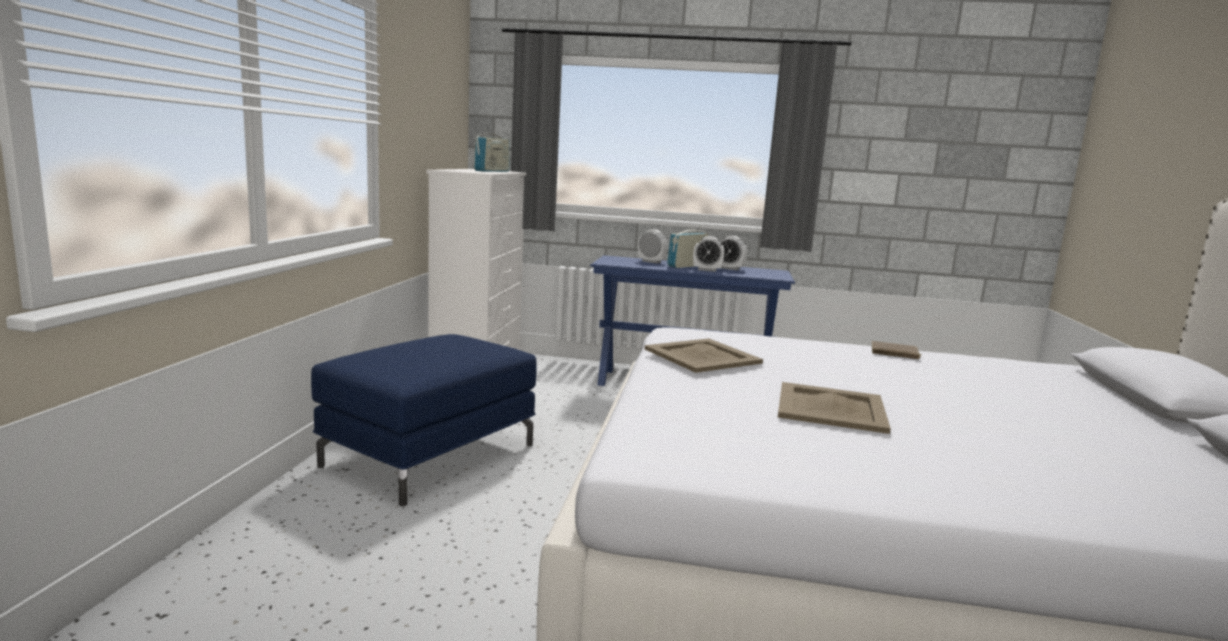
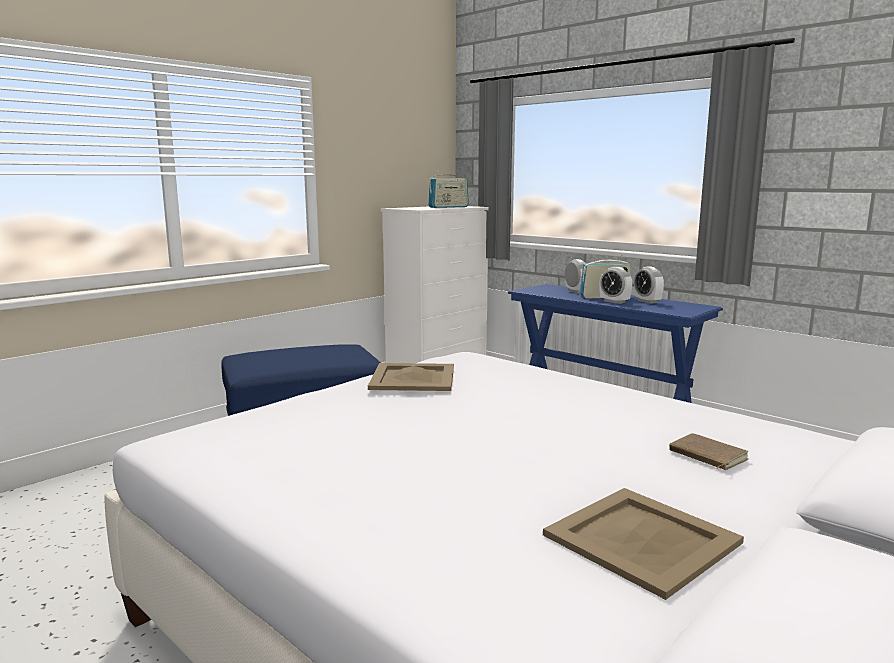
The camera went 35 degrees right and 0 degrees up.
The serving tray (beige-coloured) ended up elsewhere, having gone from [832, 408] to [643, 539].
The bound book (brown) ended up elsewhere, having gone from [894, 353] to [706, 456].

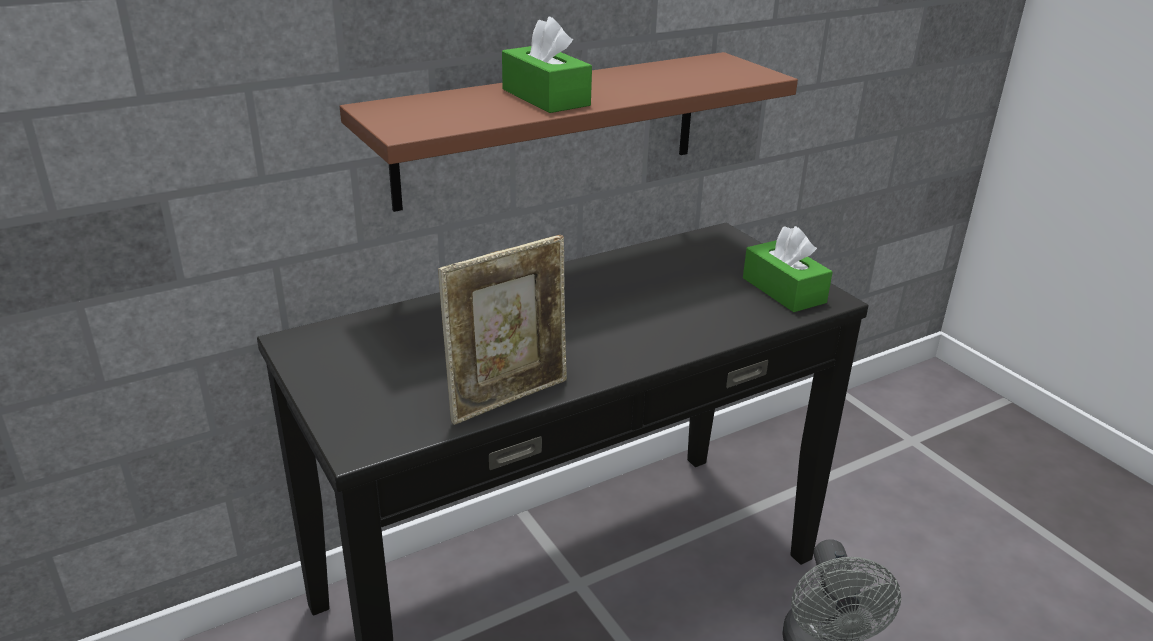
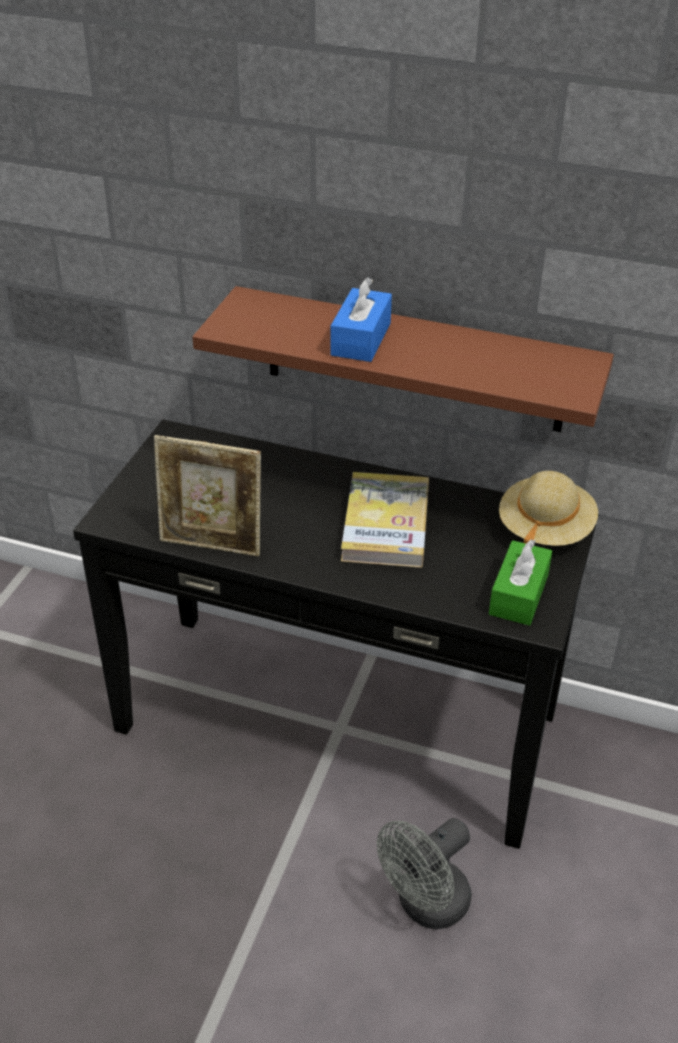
The camera went 50 degrees right and 10 degrees up.
What was the box of tissues (green-coloured) at [545, 97] turned into the box of tissues (bluish) at [361, 339].
The second view gained the bound book at [386, 524].
The second view gained the clothing hat (beige-coloured) at [544, 529].

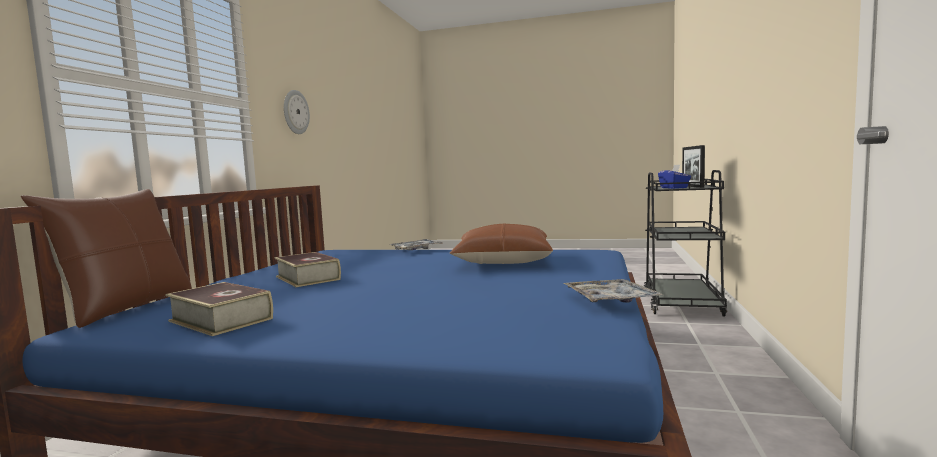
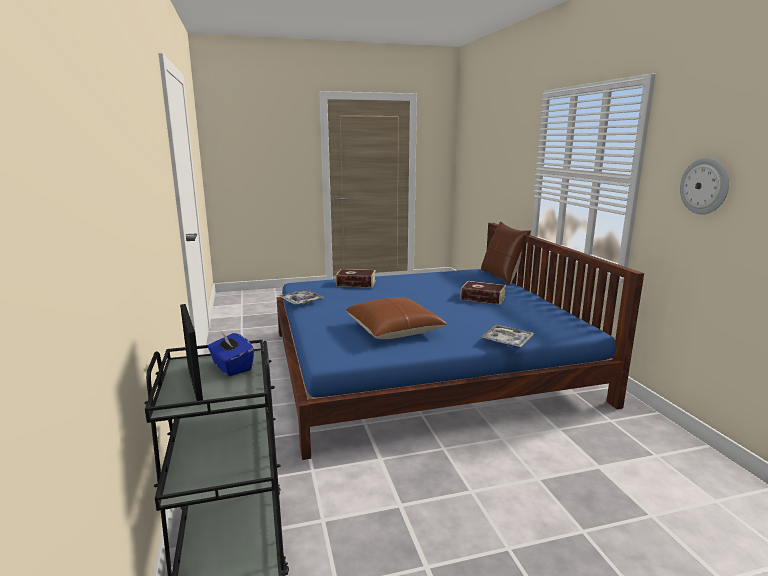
The camera went 150 degrees right and 10 degrees up.
The bound book ended up elsewhere, having gone from [221, 320] to [356, 283].

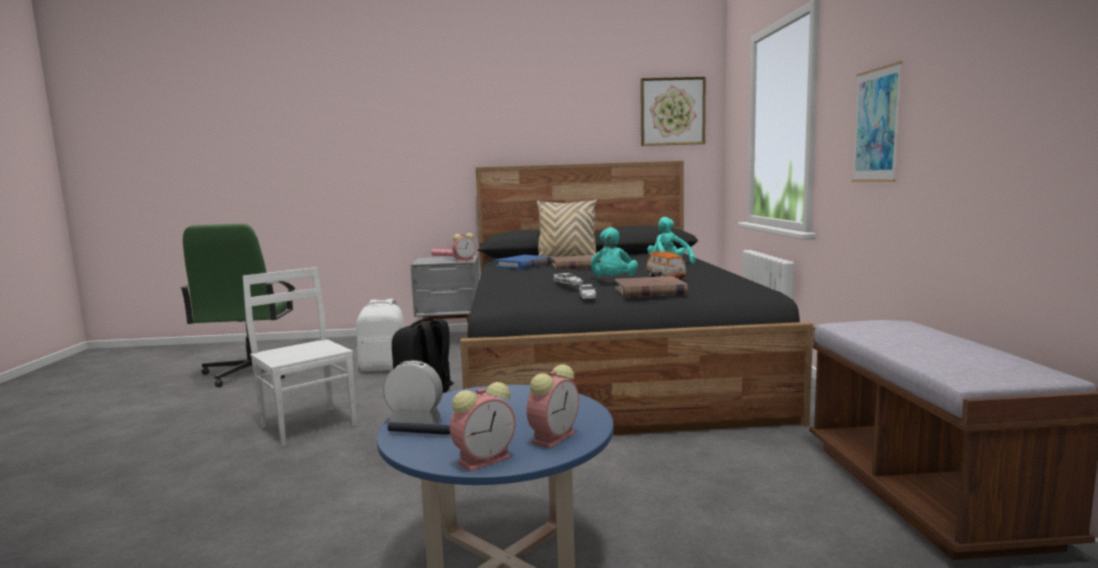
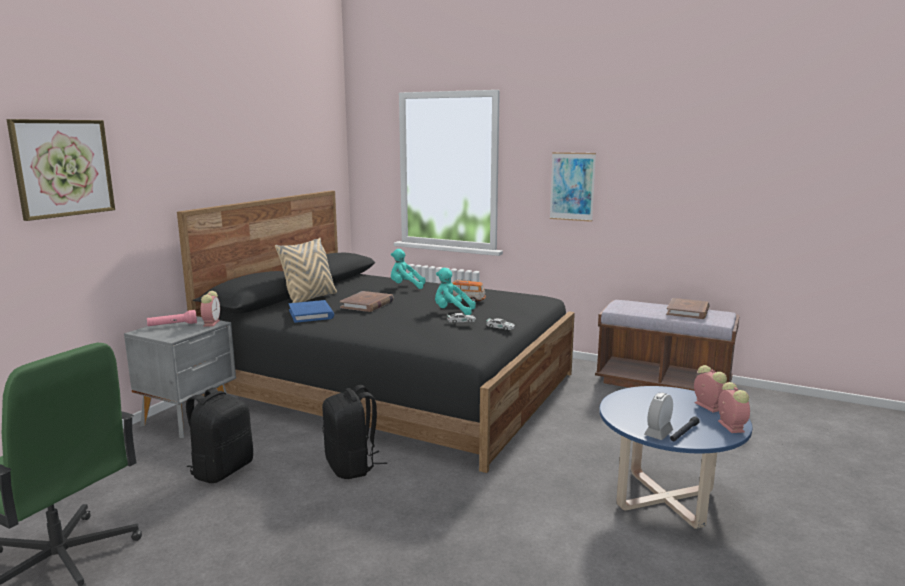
The camera went 60 degrees left and 5 degrees up.
The second view lost the chair (white) at [309, 425].
What was the backpack (white) at [385, 368] turned into the backpack (black) at [222, 470].
The cuddly toy (blue-green) at [613, 281] ended up facing another way, 150 degrees clockwise from before.
The bound book (brown) ended up elsewhere, having gone from [650, 291] to [688, 311].
The wall picture ended up elsewhere, having gone from [672, 111] to [63, 168].

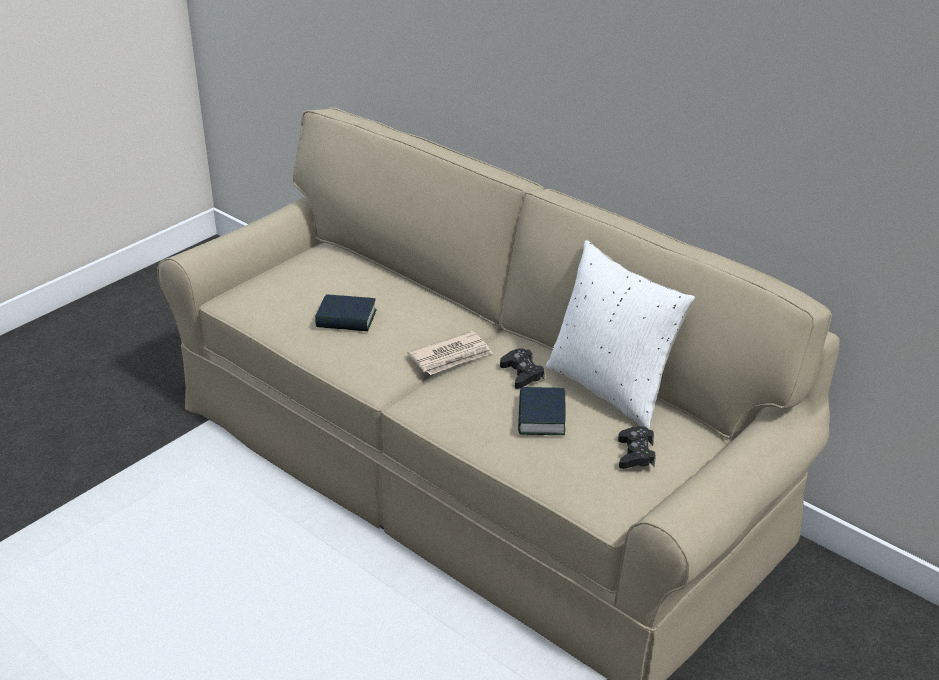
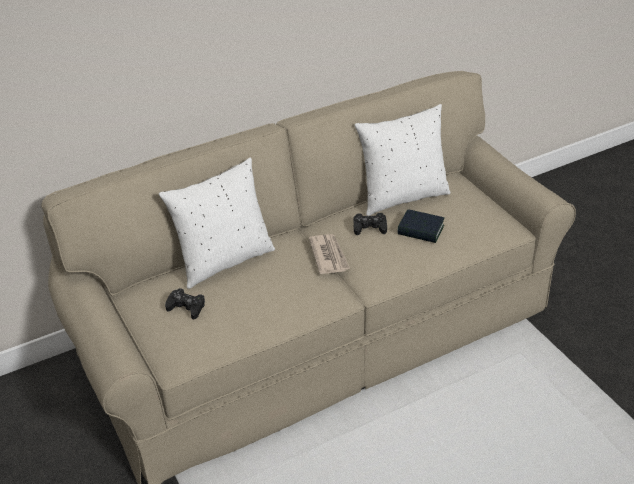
The camera went 70 degrees left and 5 degrees up.
The second view lost the bound book at [346, 319].
The joypad (black) ended up elsewhere, having gone from [636, 454] to [186, 307].
The second view gained the cushion (white) at [223, 260].

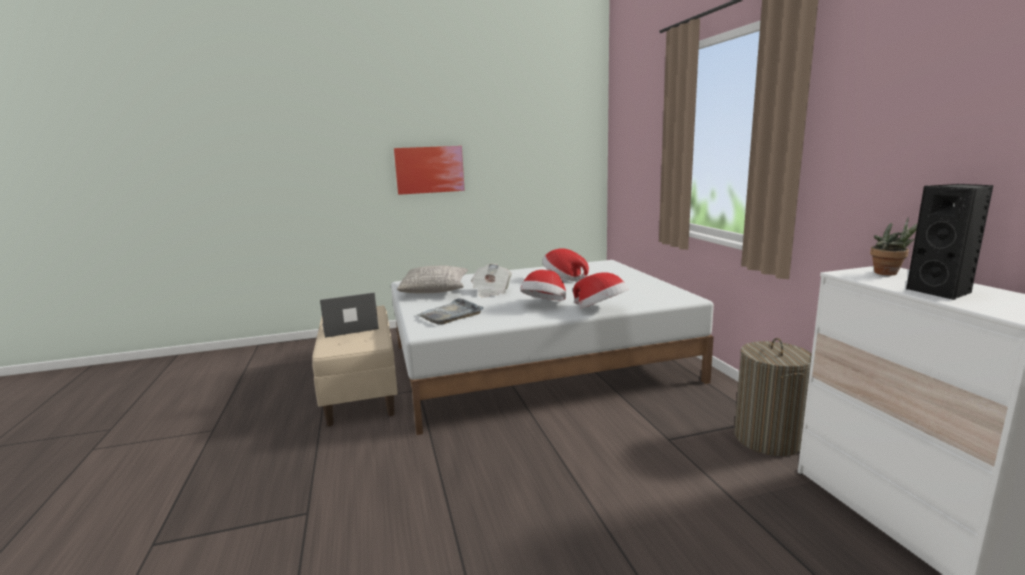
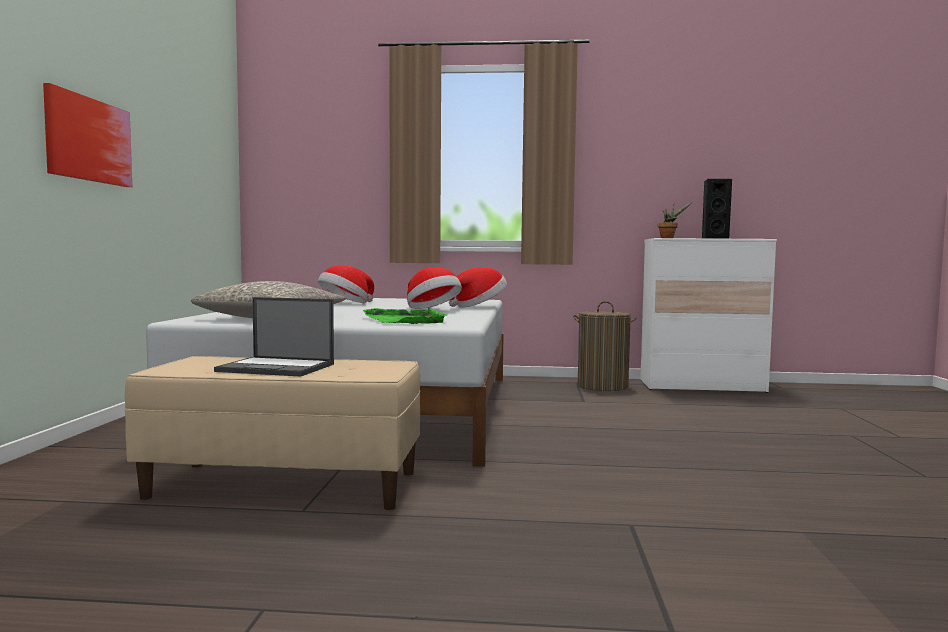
The camera went 70 degrees left and 10 degrees down.
The notebook computer at [349, 327] ended up facing another way, 75 degrees counterclockwise from before.
What was the serving tray (greyish) at [450, 314] turned into the serving tray (green-coloured) at [406, 320].
The second view lost the newspaper at [491, 292].

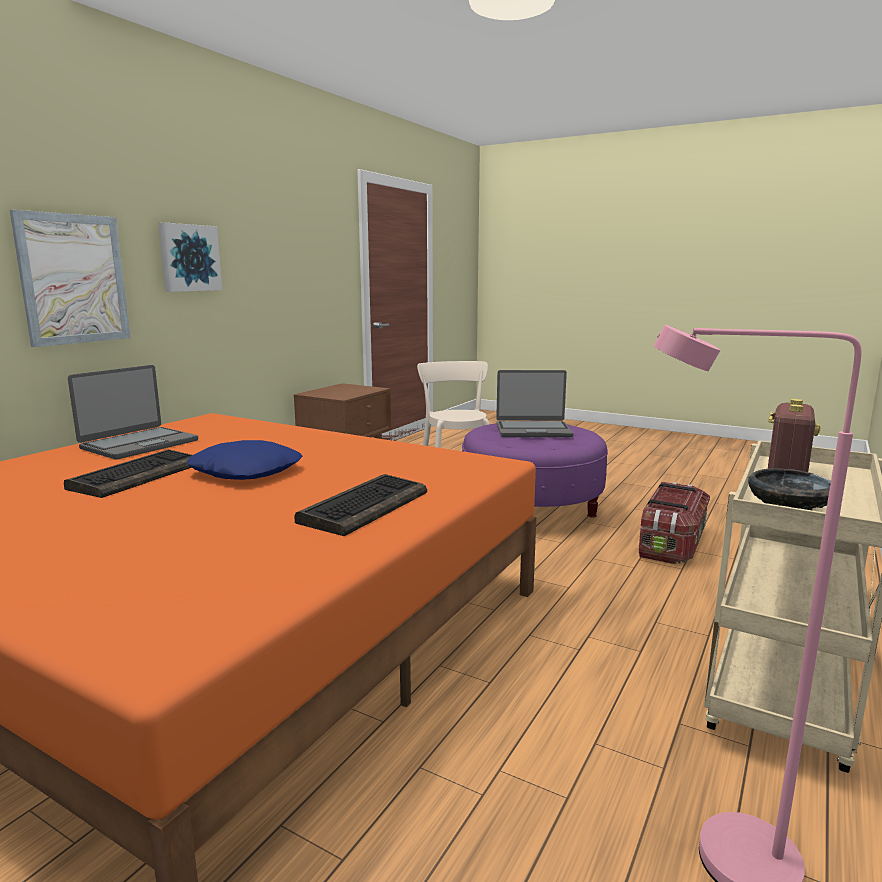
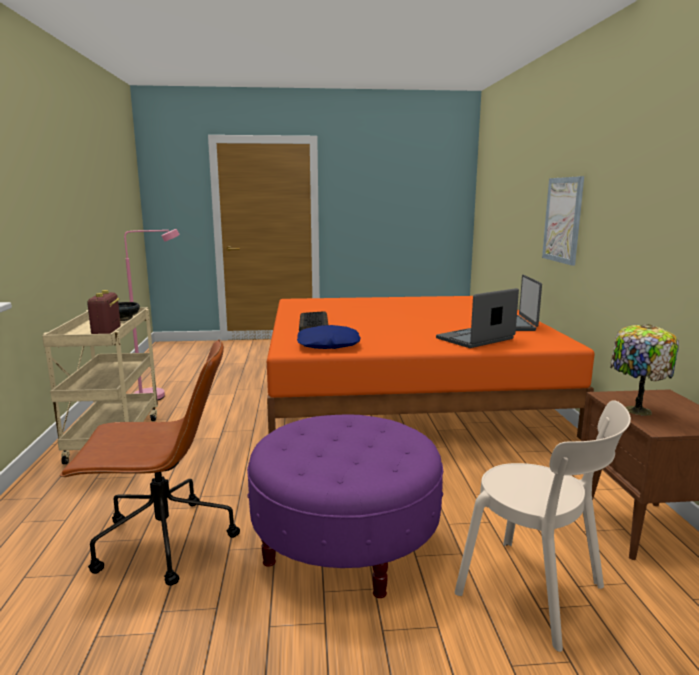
The camera went 145 degrees right and 0 degrees up.
The second view lost the computer keyboard at [137, 475].
The second view lost the wall picture at [189, 258].
The cushion (bluish) ended up elsewhere, having gone from [247, 471] to [328, 345].
The notebook computer ended up elsewhere, having gone from [533, 430] to [475, 339].
Where the storage bin stood at [672, 544], the desk chair (brown) came to stand at [162, 542].
The second view gained the table lamp at [635, 410].

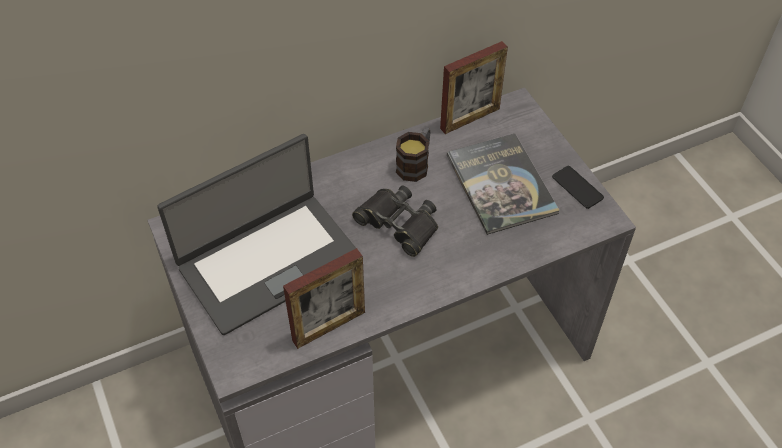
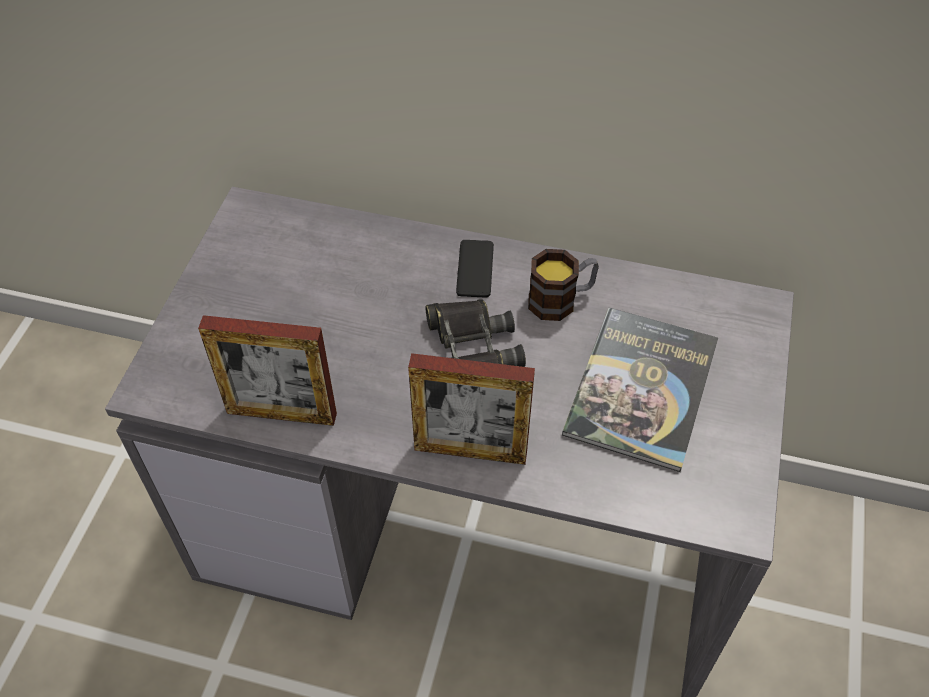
The camera went 40 degrees right and 0 degrees up.
The second view lost the notebook computer at [268, 261].
The standing frame ended up elsewhere, having gone from [470, 118] to [470, 451].
The telephone ended up elsewhere, having gone from [577, 187] to [475, 269].

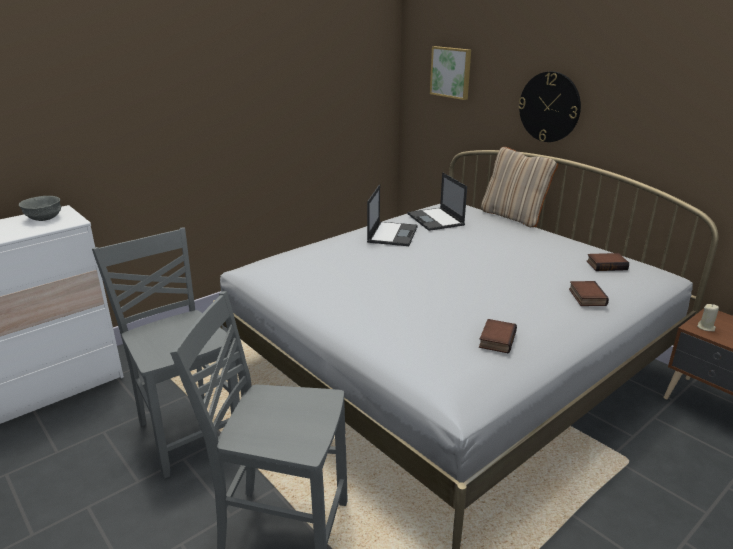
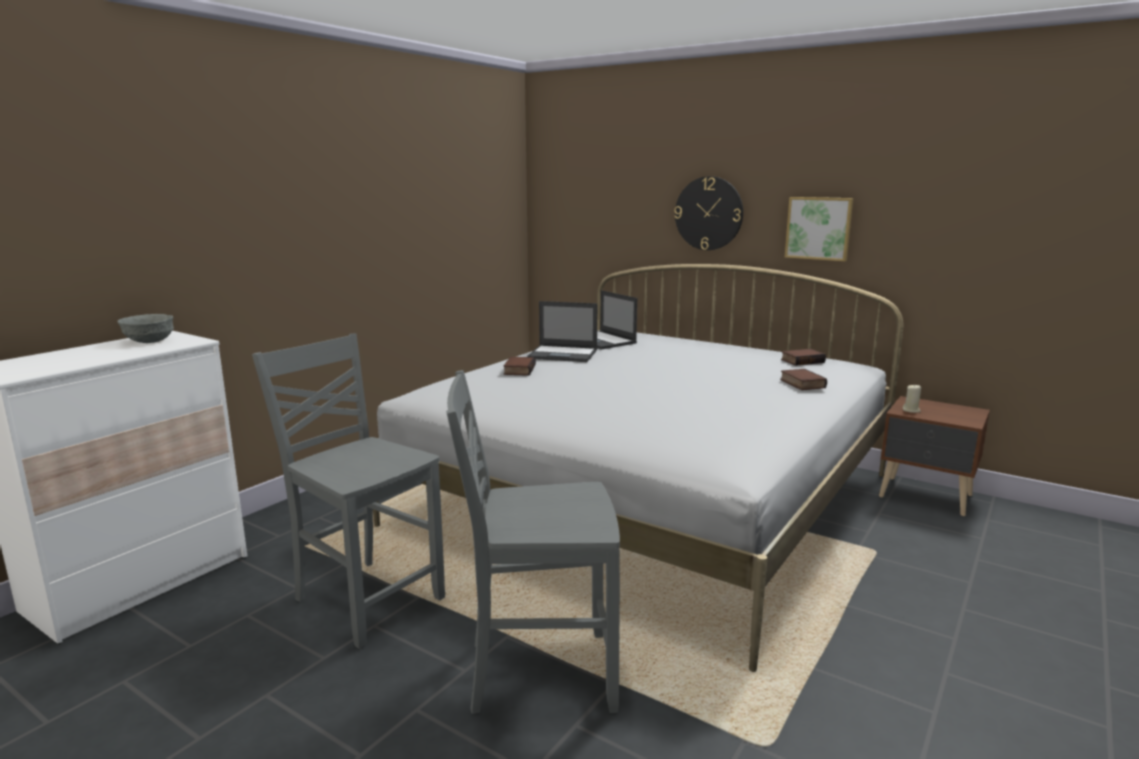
The camera went 15 degrees left and 10 degrees down.
The notebook computer at [392, 234] ended up facing another way, 105 degrees clockwise from before.
The wall picture ended up elsewhere, having gone from [451, 72] to [819, 228].
The bound book ended up elsewhere, having gone from [496, 339] to [518, 370].
The second view lost the cushion (beige-coloured) at [514, 217].

